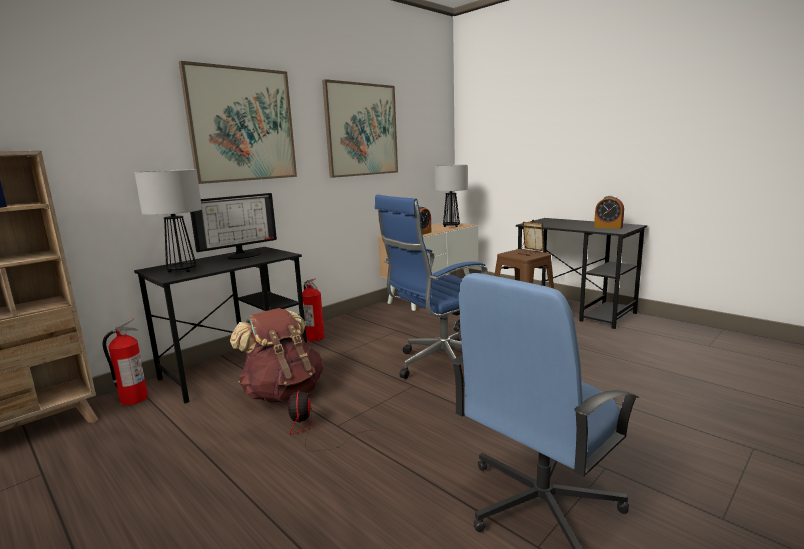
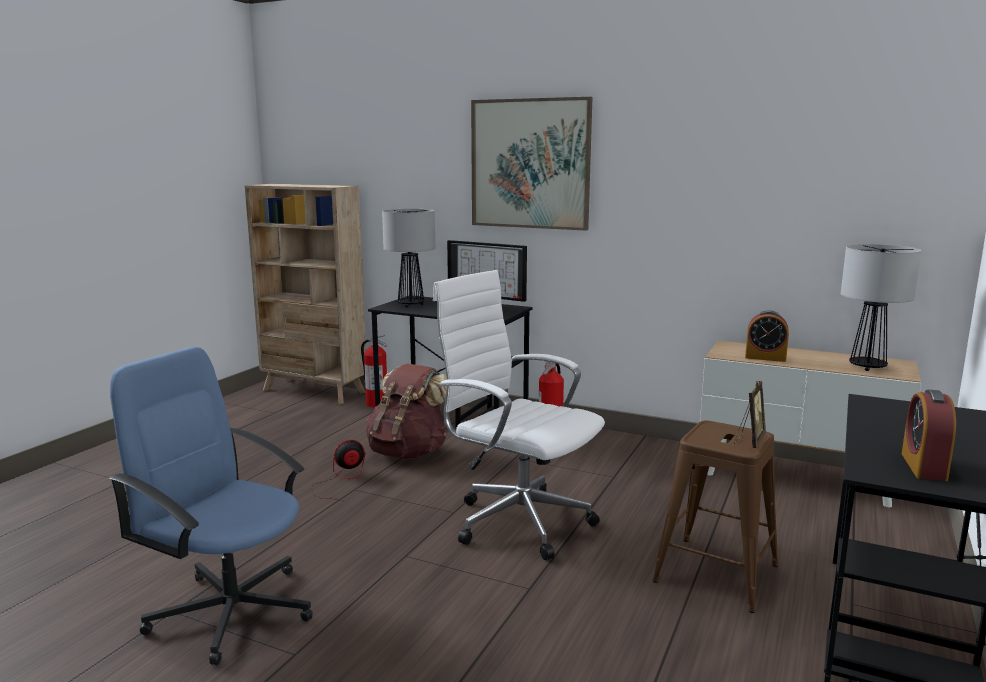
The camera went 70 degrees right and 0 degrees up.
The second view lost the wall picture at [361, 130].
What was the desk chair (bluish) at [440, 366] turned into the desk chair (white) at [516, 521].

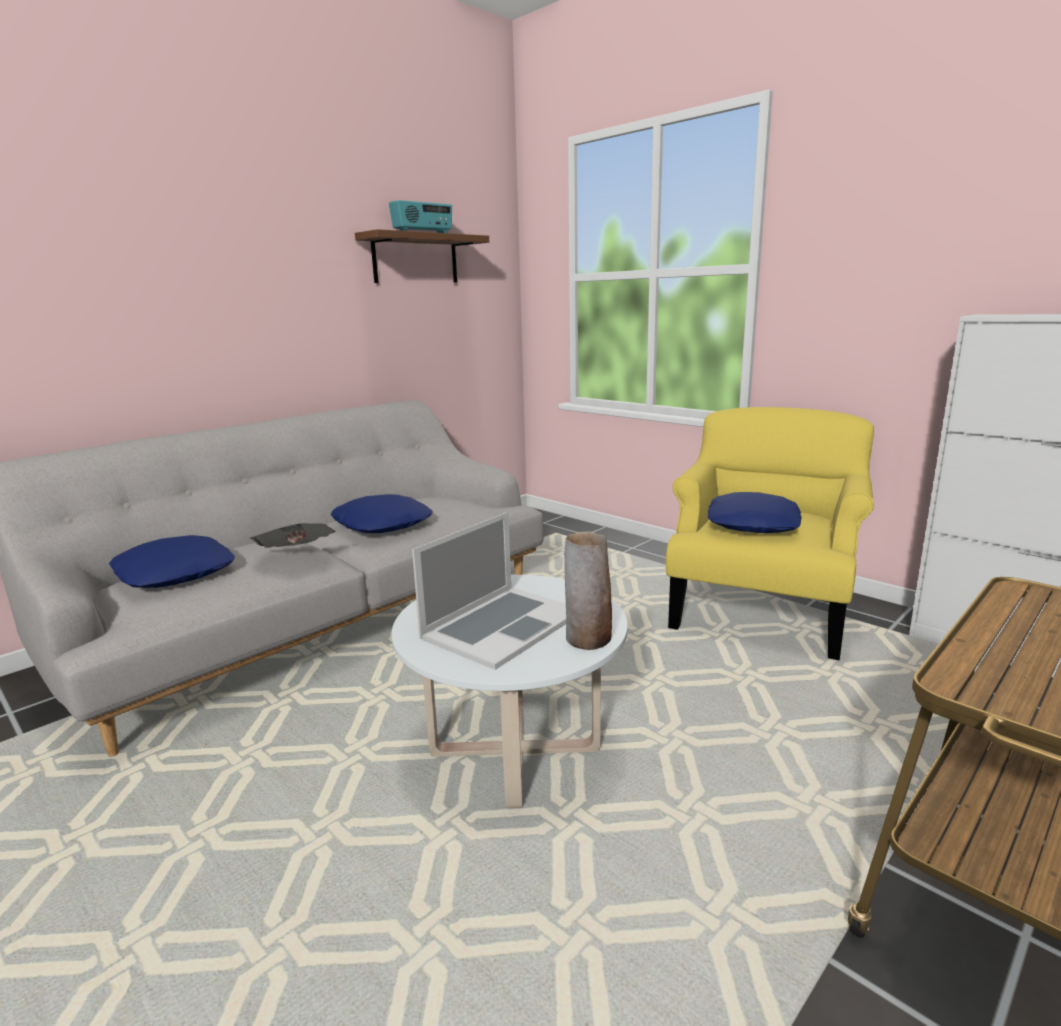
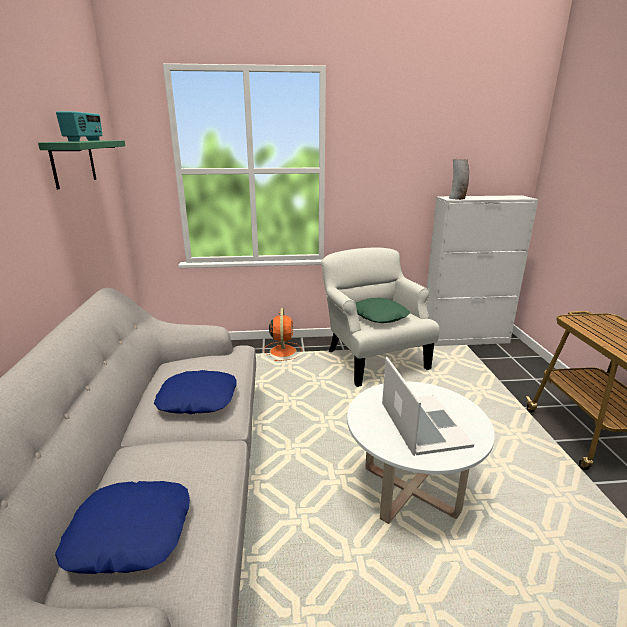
The camera went 50 degrees left and 5 degrees up.
The second view lost the newspaper at [297, 557].
What was the shelf (brown) at [415, 259] turned into the shelf (green-coloured) at [73, 163].
The decorative vase ended up elsewhere, having gone from [587, 640] to [457, 198].
What was the lounge chair (yellow-coloured) at [761, 611] turned into the lounge chair (white) at [373, 359].
What was the cushion (bluish) at [753, 524] turned into the cushion (green-coloured) at [380, 316].
The second view gained the electric fan (orange-coloured) at [283, 350].

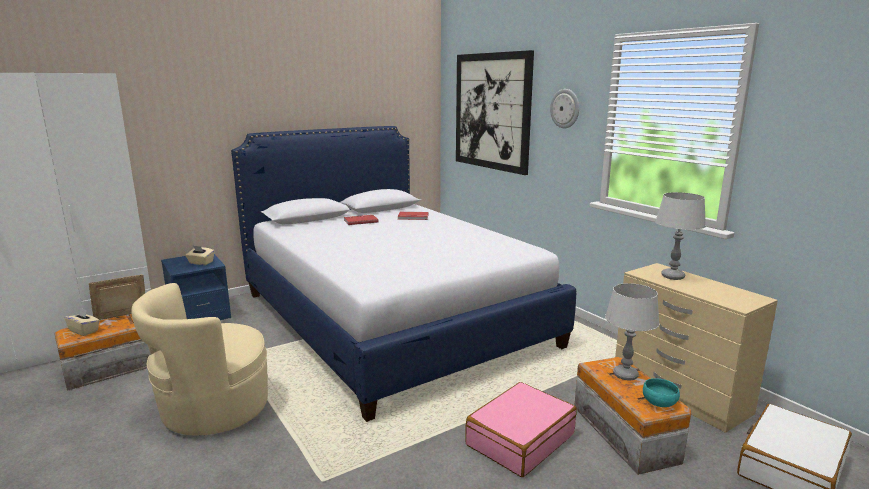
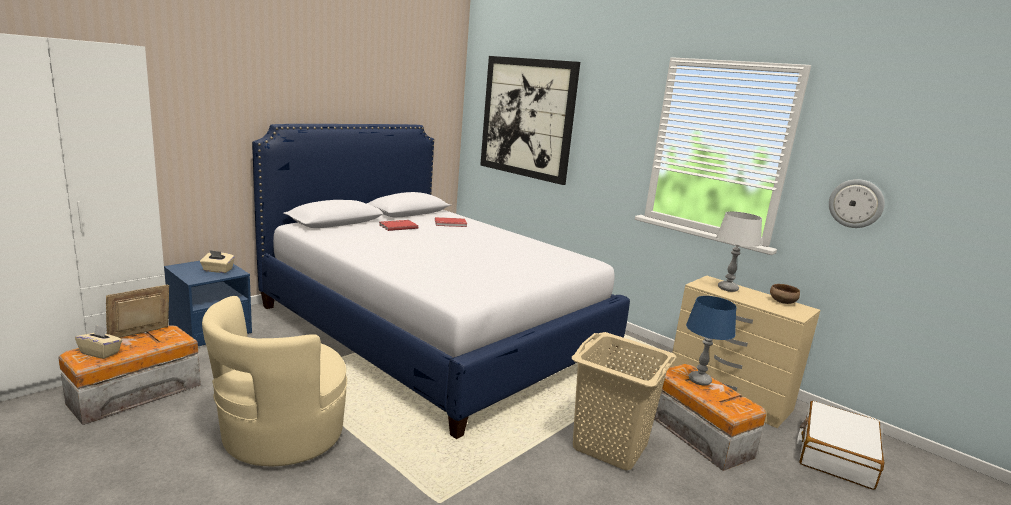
The camera went 15 degrees left and 0 degrees up.
Where the travel case (pink) stood at [520, 439], the hamper (beige-coloured) came to stand at [610, 446].
The hanging clock ended up elsewhere, having gone from [565, 108] to [856, 203].
What was the table lamp (greyish) at [625, 375] turned into the table lamp (bluish) at [699, 380].
The second view lost the deep dish (blue-green) at [660, 403].
The second view gained the deep dish (brown) at [782, 302].

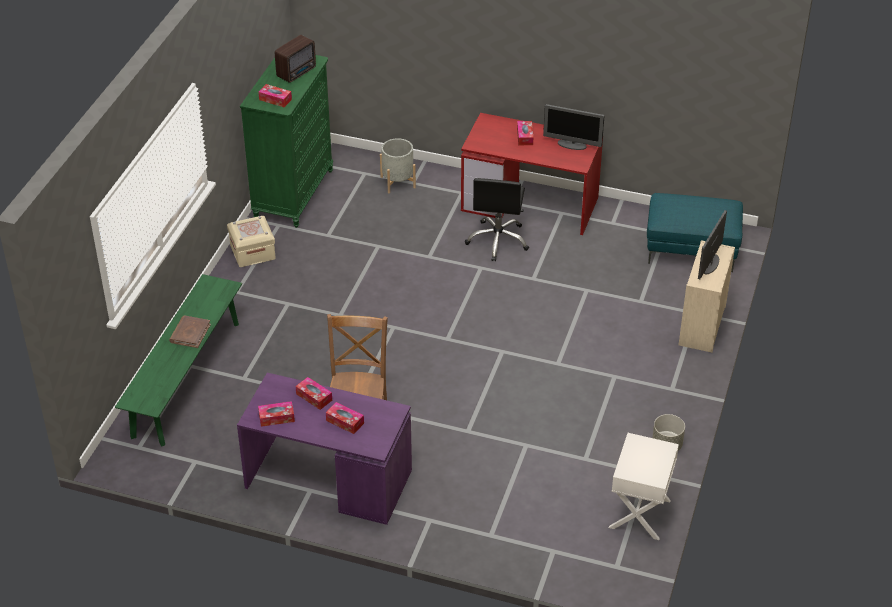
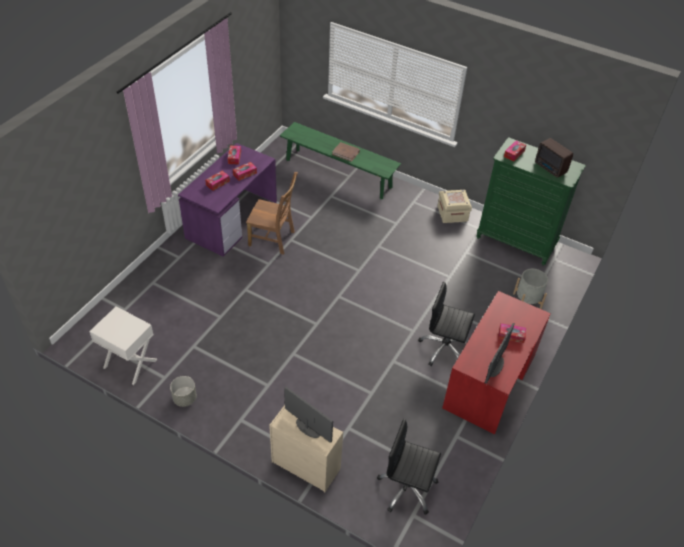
The camera went 100 degrees right and 5 degrees up.
Where the pouffe (blue-green) stood at [691, 251], the desk chair (black) came to stand at [407, 488].

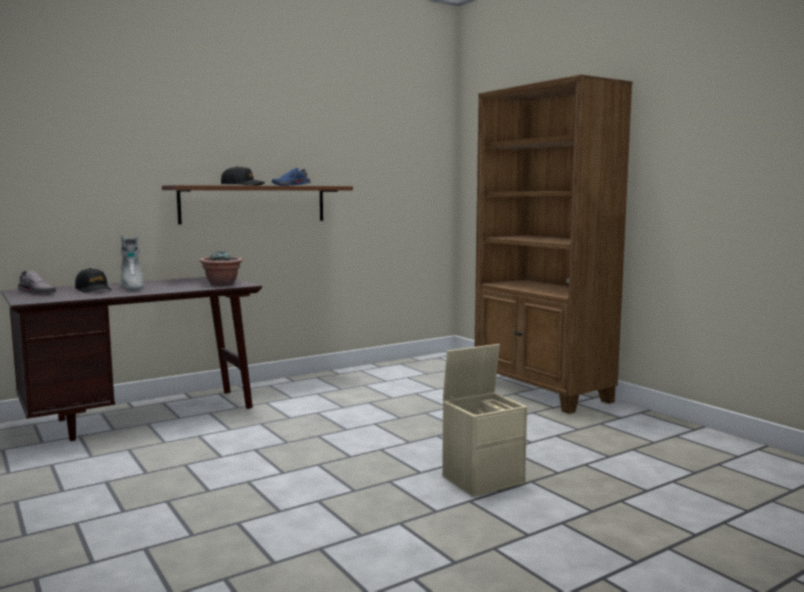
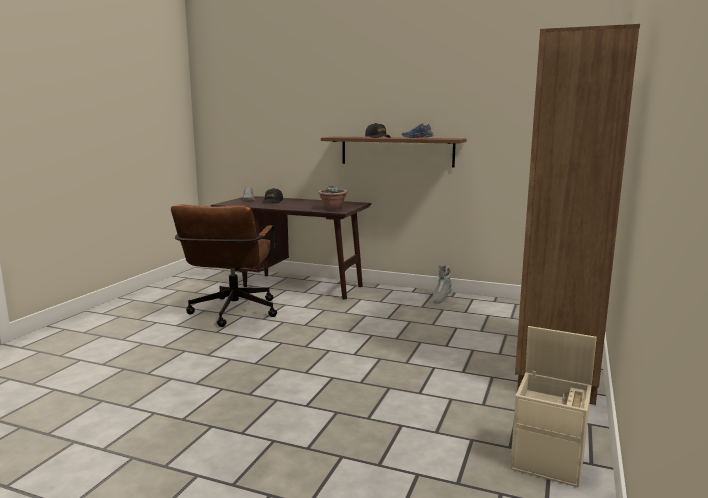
The camera went 55 degrees right and 5 degrees up.
The boot (greyish) ended up elsewhere, having gone from [132, 288] to [441, 299].
The storage bin (beige-coloured) ended up elsewhere, having gone from [483, 479] to [549, 462].
The second view gained the desk chair (brown) at [232, 314].

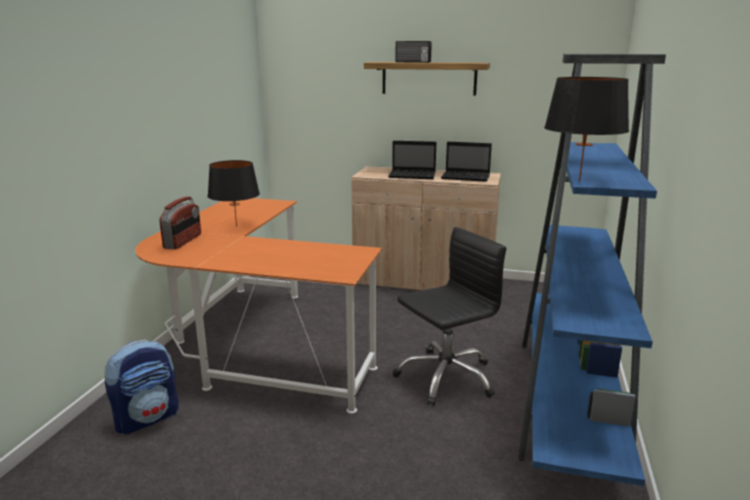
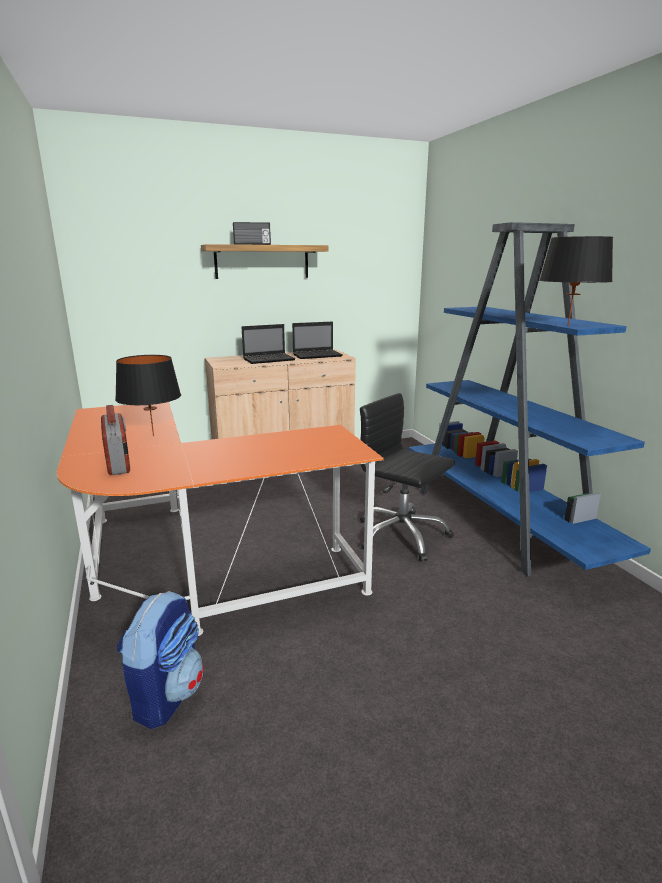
The camera went 35 degrees left and 0 degrees up.
The desk chair (black) at [445, 377] ended up facing another way, 75 degrees counterclockwise from before.

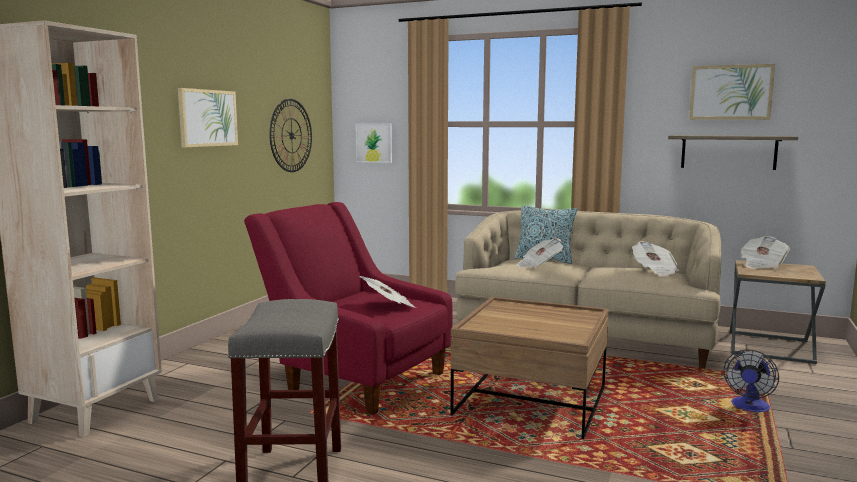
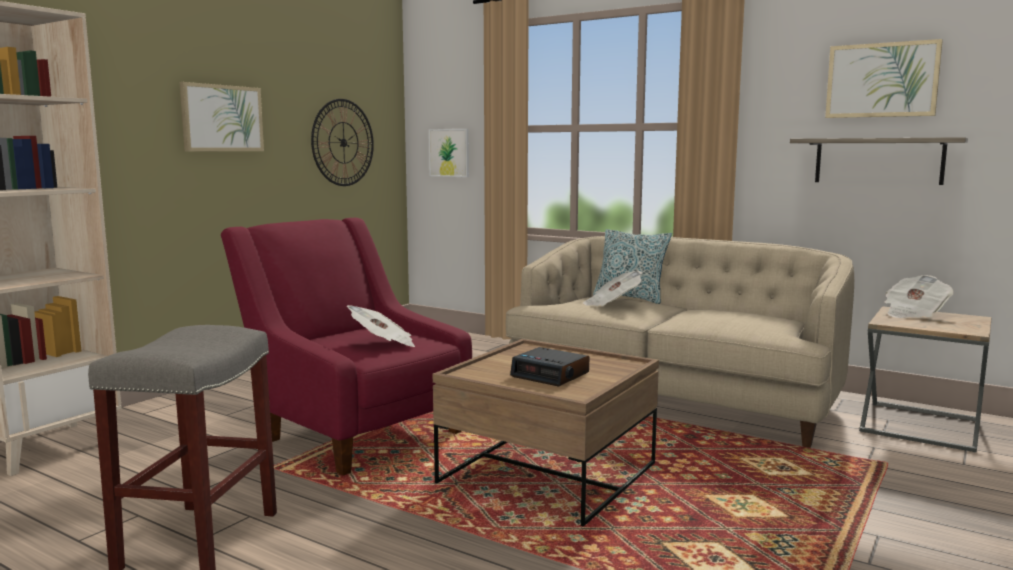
The camera went 10 degrees right and 0 degrees up.
The second view lost the newspaper at [654, 271].
The second view lost the electric fan at [749, 407].
The second view gained the bedside clock at [551, 375].

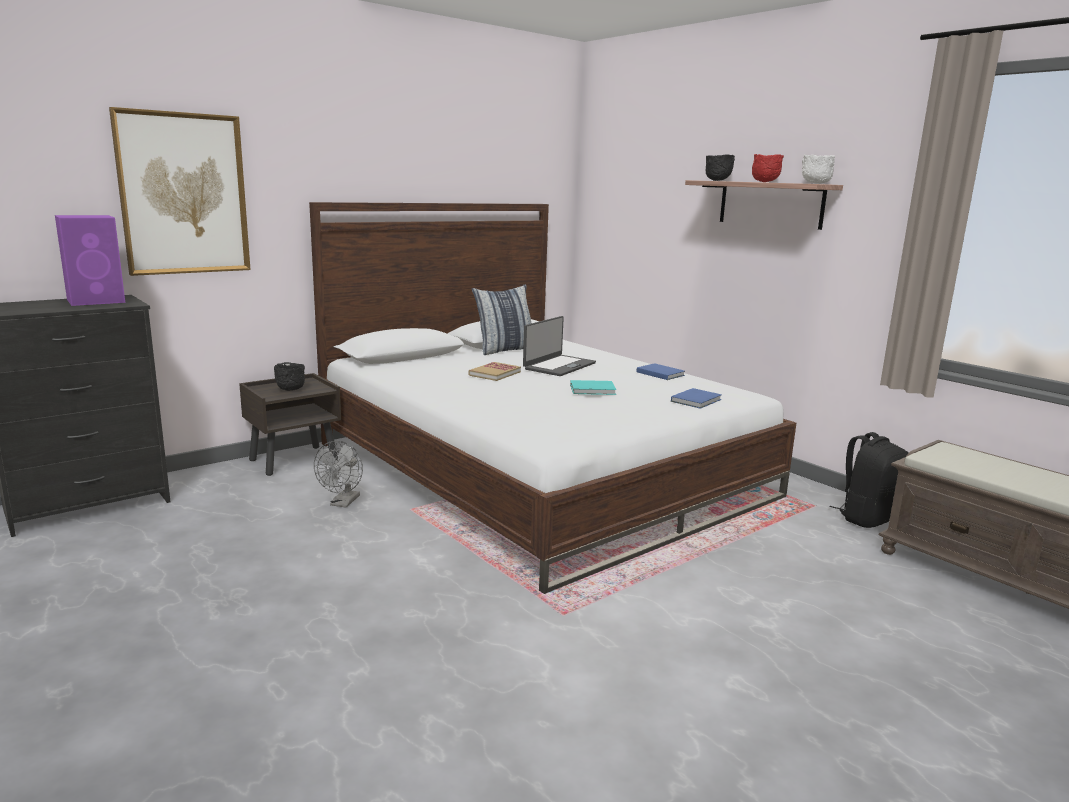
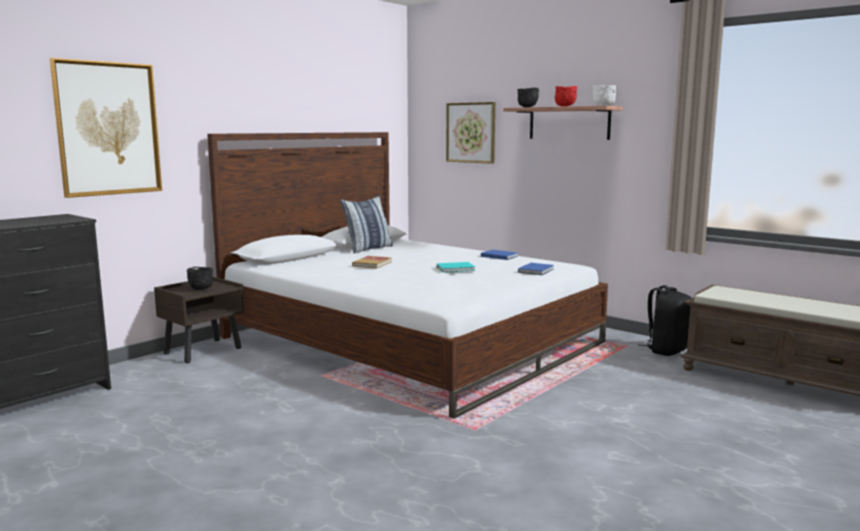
The camera went 10 degrees left and 5 degrees down.
The second view lost the speaker (purple) at [97, 301].
The second view lost the electric fan (greyish) at [343, 503].
The second view lost the notebook computer at [559, 366].
The second view gained the wall picture at [471, 132].

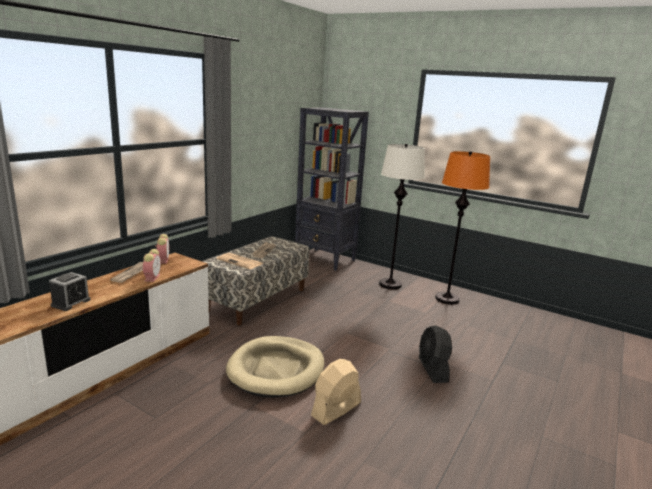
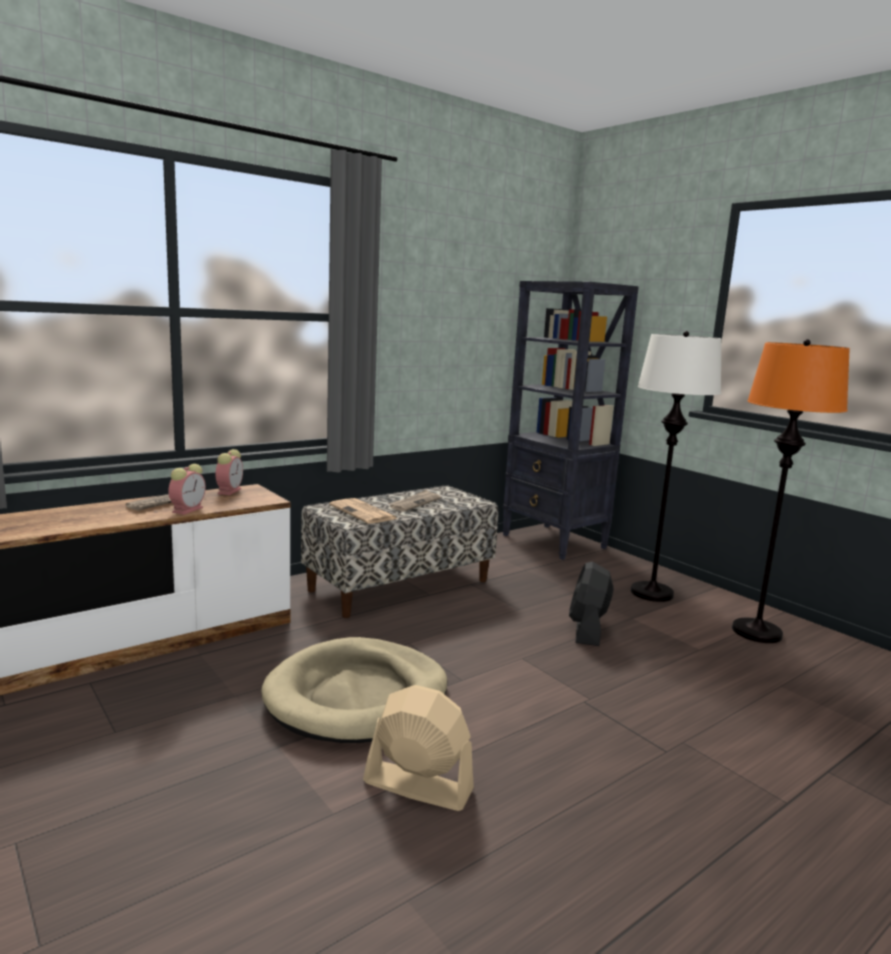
The camera went 20 degrees right and 5 degrees down.
The second view lost the bedside clock at [71, 303].
The electric fan (beige-coloured) at [336, 409] ended up facing another way, 45 degrees clockwise from before.
The electric fan (black) ended up elsewhere, having gone from [432, 369] to [587, 630].

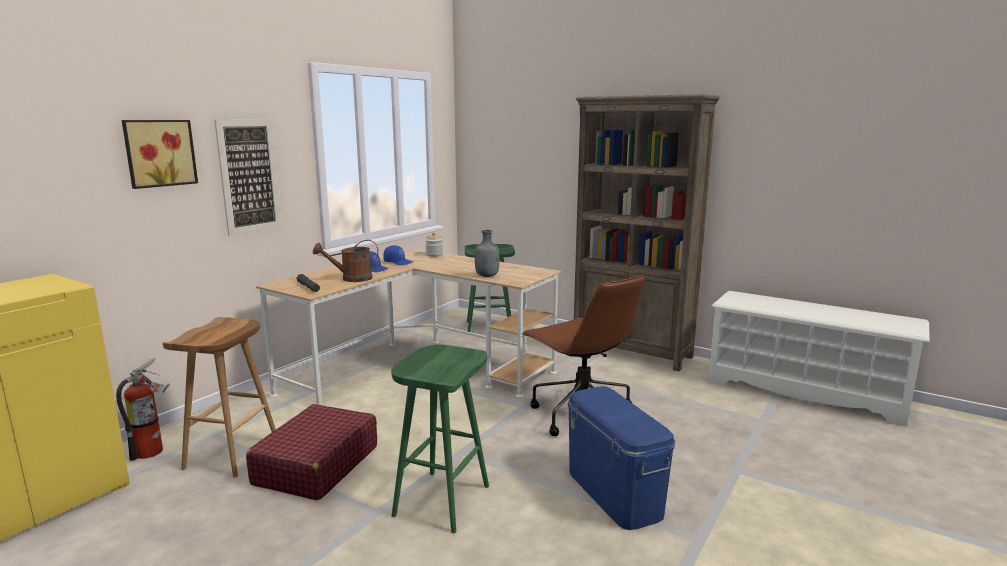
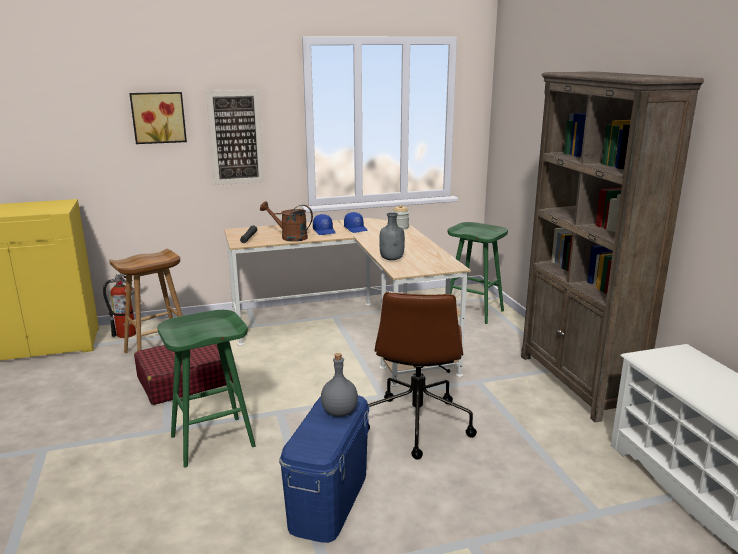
The camera went 40 degrees right and 5 degrees up.
The second view gained the drink bottle (greyish) at [339, 412].

